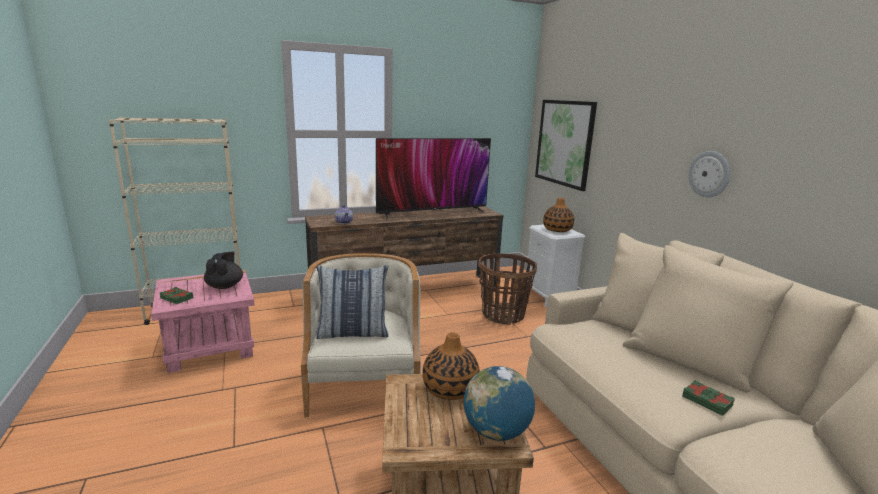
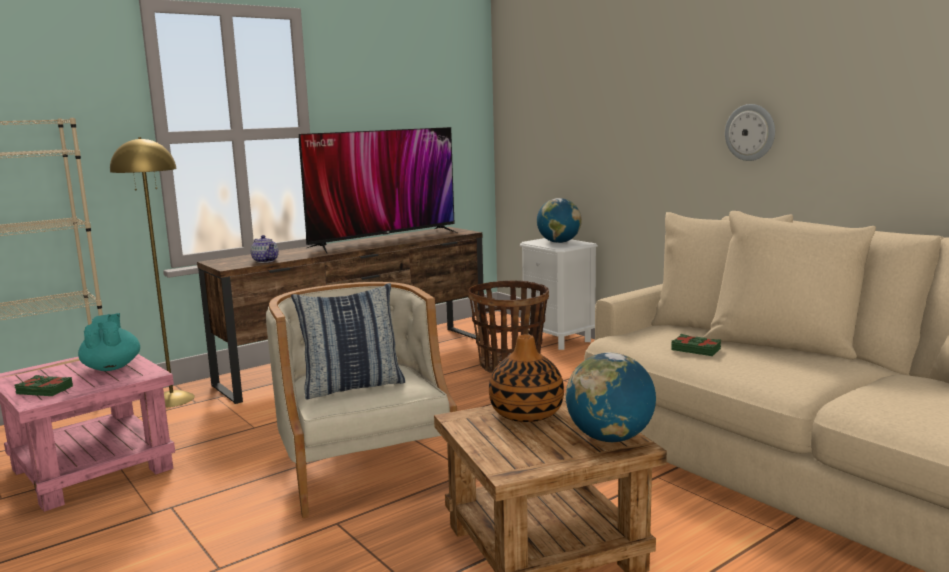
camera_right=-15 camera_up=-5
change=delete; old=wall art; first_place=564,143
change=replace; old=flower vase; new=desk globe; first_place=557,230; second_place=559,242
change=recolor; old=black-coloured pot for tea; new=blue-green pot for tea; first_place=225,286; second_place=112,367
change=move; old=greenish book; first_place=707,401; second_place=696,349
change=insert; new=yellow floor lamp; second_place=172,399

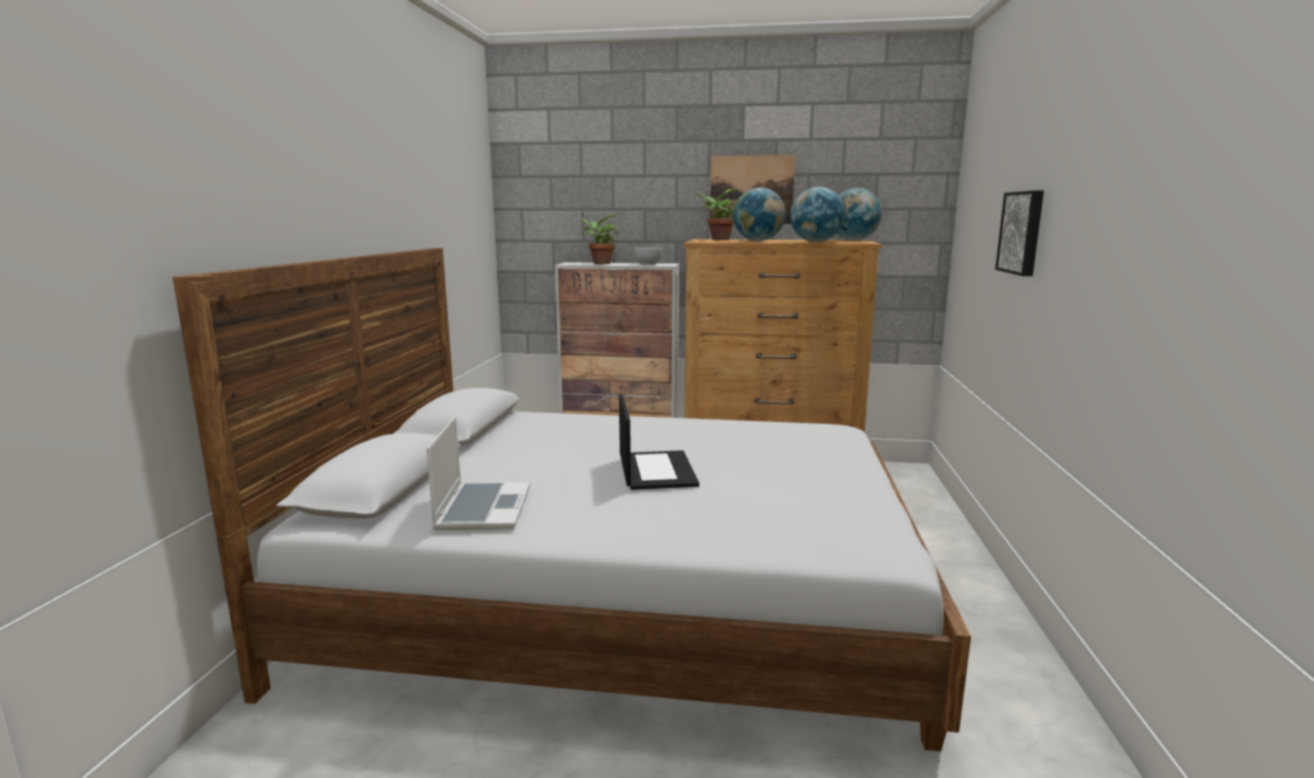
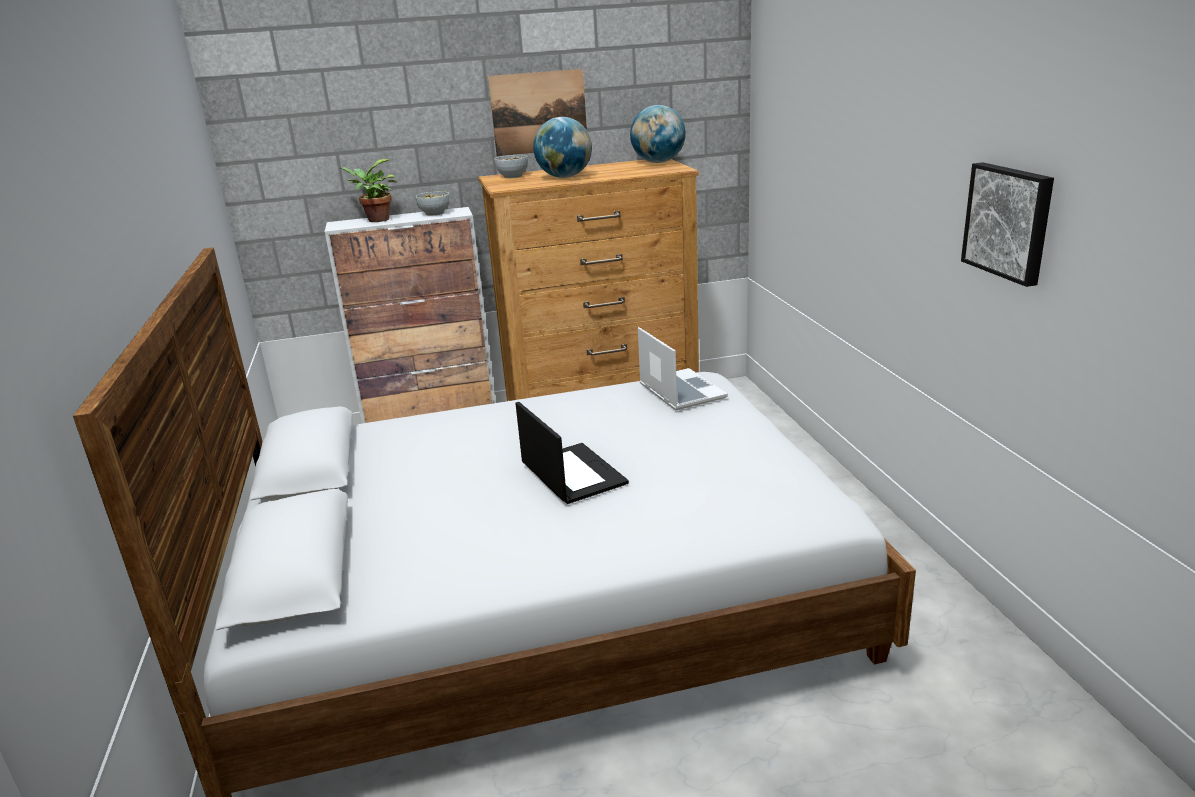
camera_right=-20 camera_up=10
change=delete; old=desk globe; first_place=815,242
change=replace; old=potted plant; new=deep dish; first_place=718,239; second_place=513,176
change=move; old=wall art; first_place=1023,232; second_place=1009,221
change=move; old=laptop; first_place=482,508; second_place=680,391

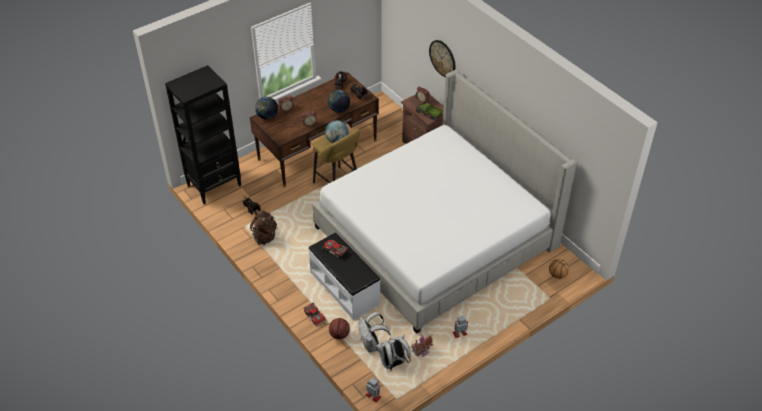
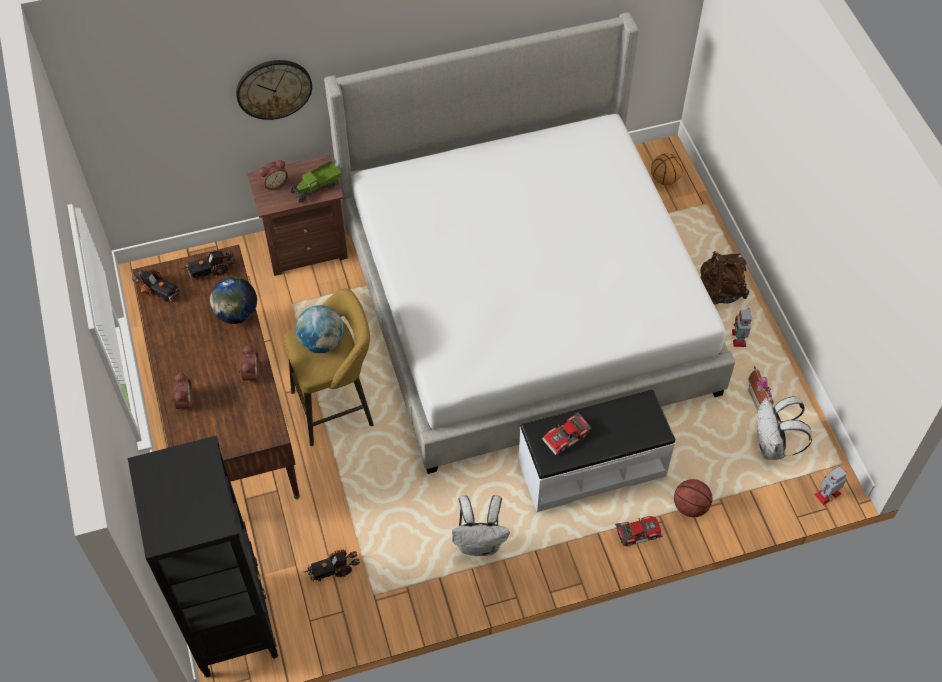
camera_right=-70 camera_up=10
change=delete; old=desk globe; first_place=267,116
change=move; old=brown-coloured knapsack; first_place=265,237; second_place=721,290
change=move; old=white knapsack; first_place=372,345; second_place=480,543

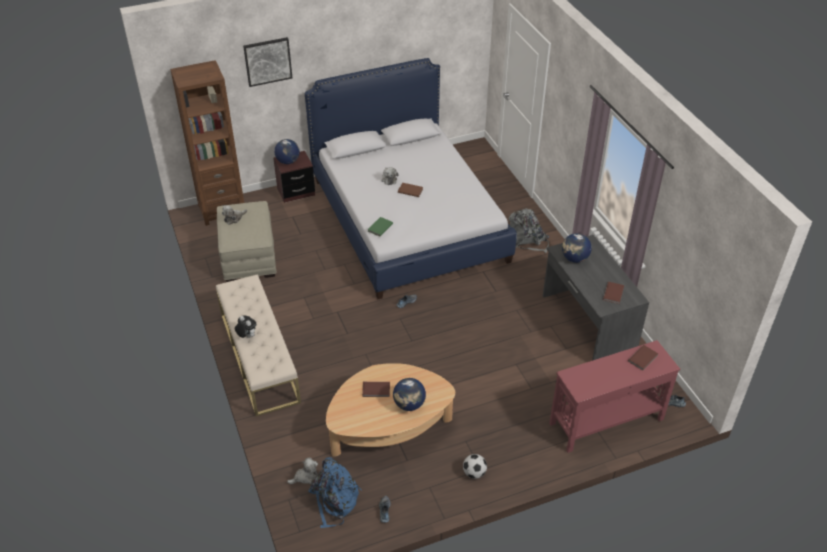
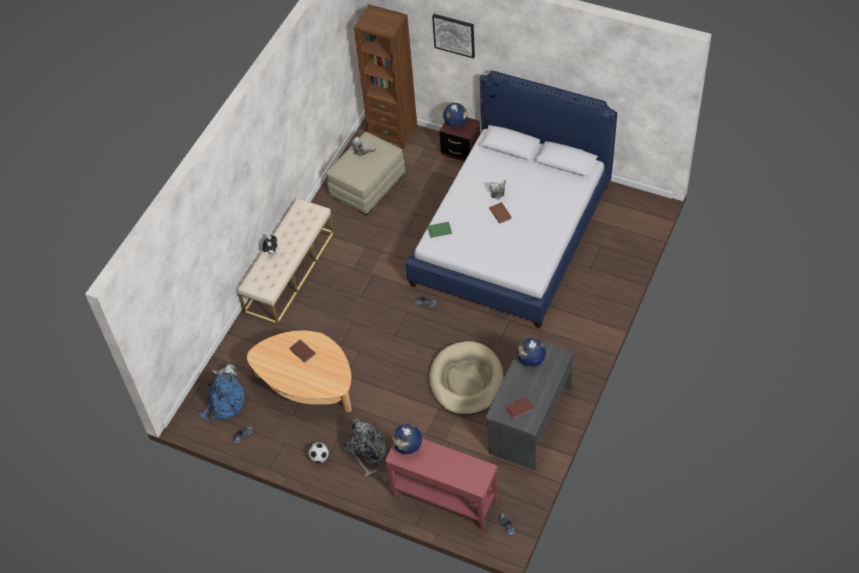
camera_right=50 camera_up=10
change=move; old=gray knapsack; first_place=526,241; second_place=367,451
change=delete; old=brown-coloured book; first_place=643,358
change=move; old=desk globe; first_place=409,405; second_place=408,446
change=insert; new=sand-coloured dog cushion; second_place=466,381

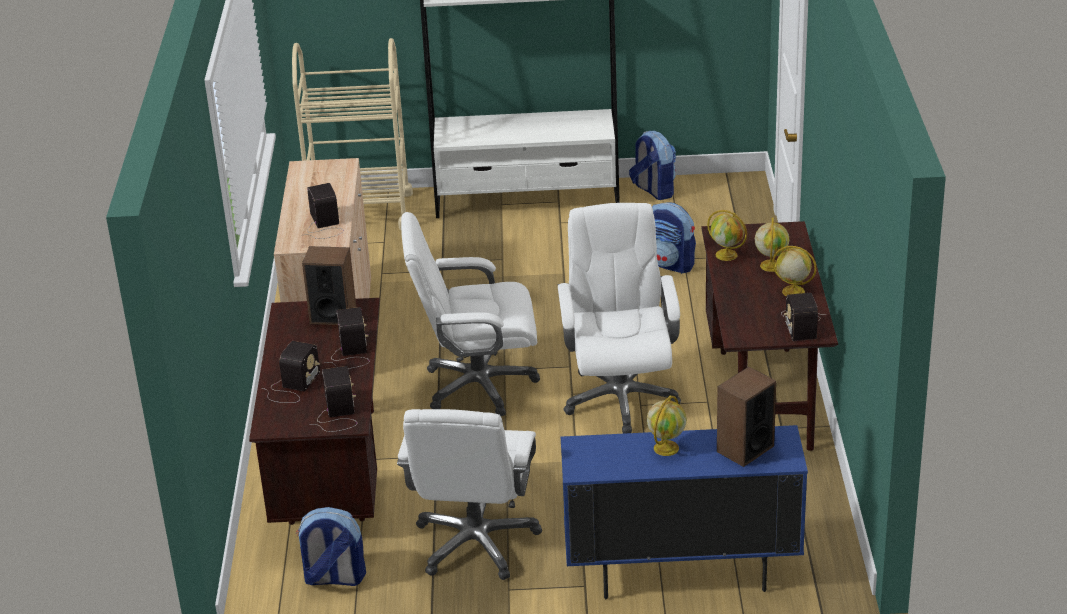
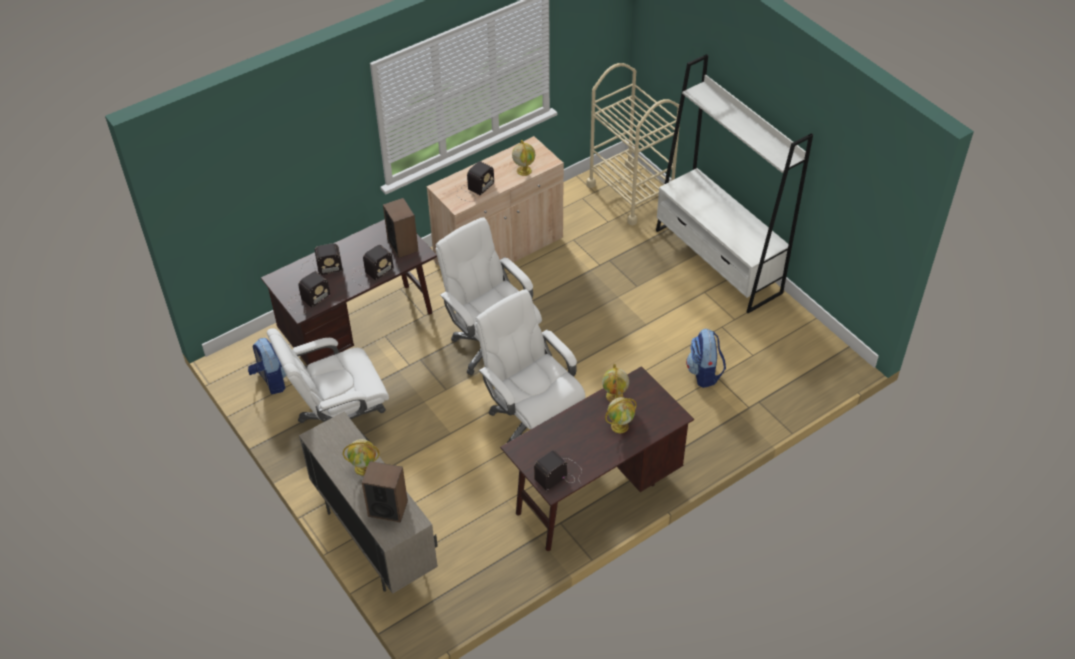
camera_right=55 camera_up=15
change=delete; old=knapsack; first_place=653,190
change=rotate; old=white office chair; first_place=620,397; second_place=531,421; degrees=-90
change=move; old=desk globe; first_place=792,291; second_place=523,170
change=recolor; old=blue-coloured storage cabinet; new=sand-coloured storage cabinet; first_place=681,574; second_place=375,540

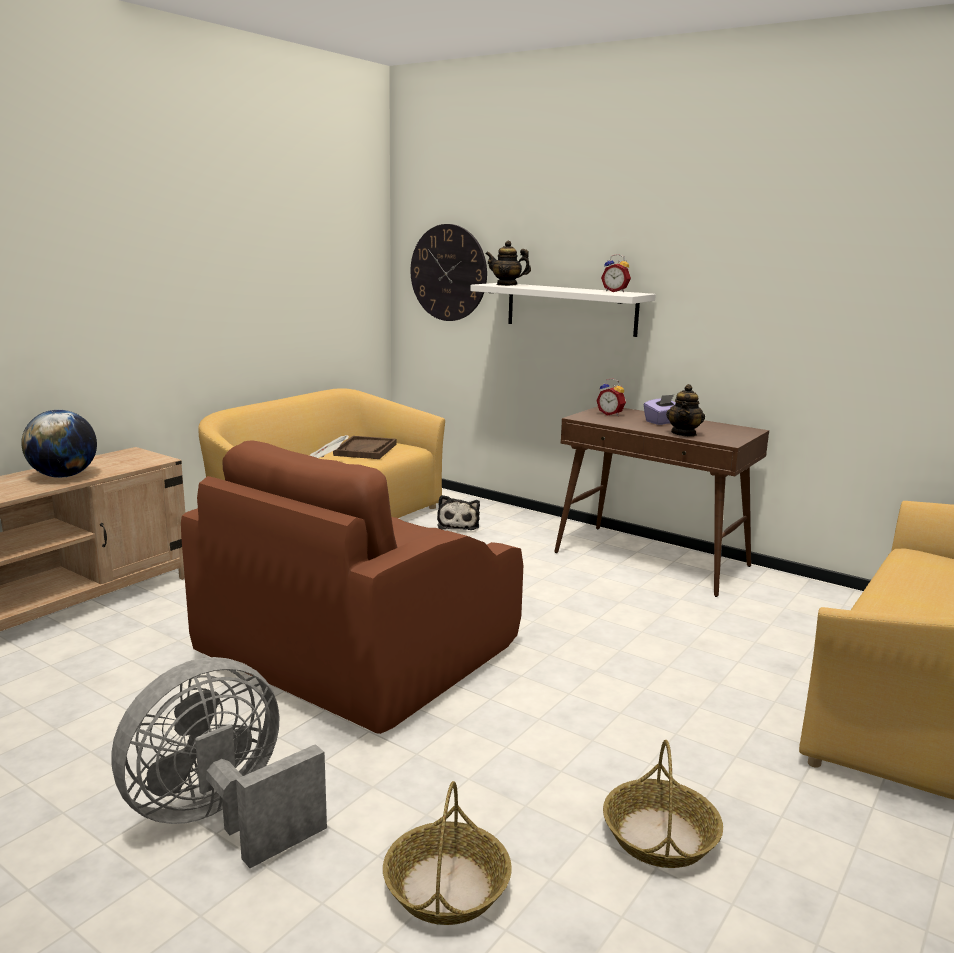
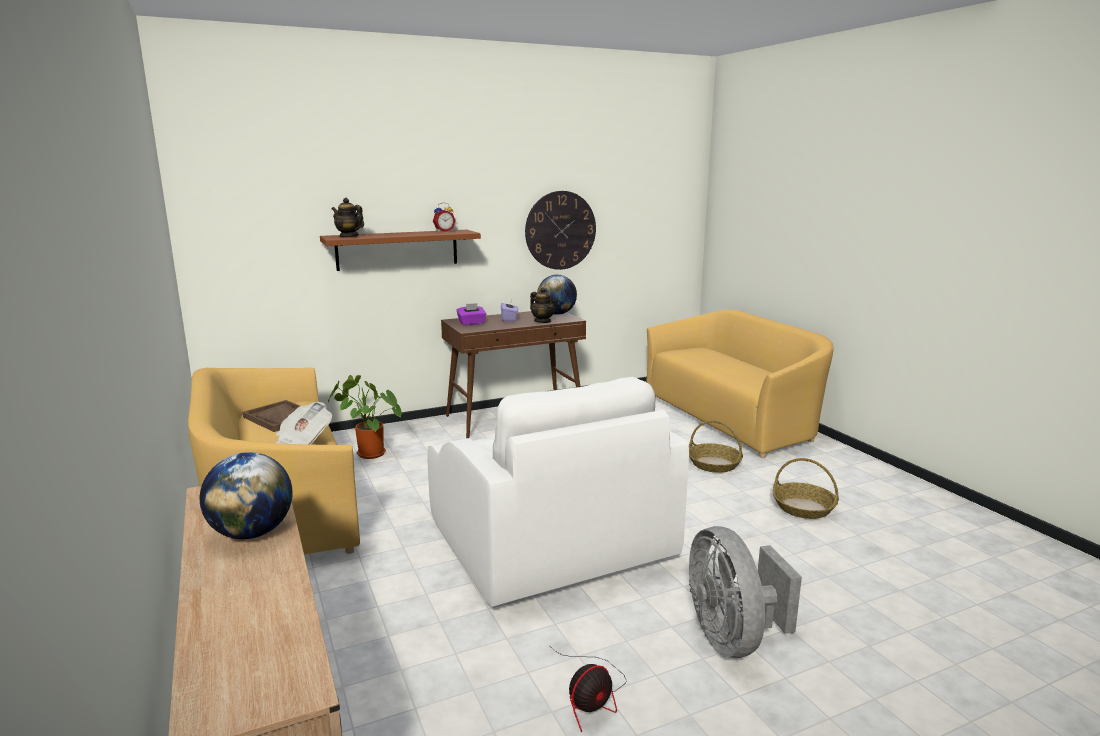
camera_right=-60 camera_up=0
change=move; old=wall clock; first_place=448,273; second_place=560,230
change=rotate; old=pot for tea; first_place=507,285; second_place=349,236; degrees=75
change=recolor; old=white wall shelf; new=brown-coloured wall shelf; first_place=571,309; second_place=397,249
change=replace; old=alarm clock; new=purple tissue holder; first_place=611,414; second_place=471,323
change=recolor; old=brown-coloured armchair; new=white armchair; first_place=363,652; second_place=547,540
change=replace; old=soft toy; new=potted plant; first_place=458,524; second_place=367,454
change=move; old=storage basket; first_place=447,887; second_place=714,464
change=insert; new=desk globe; second_place=556,314
change=insert; new=electric fan; second_place=591,697

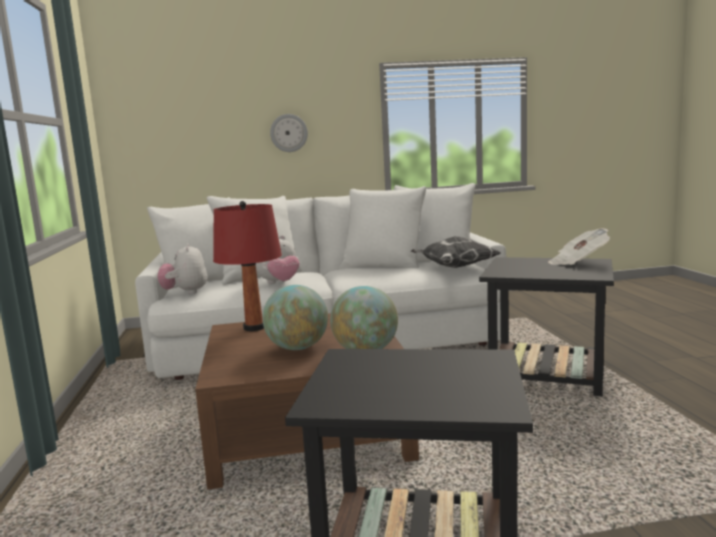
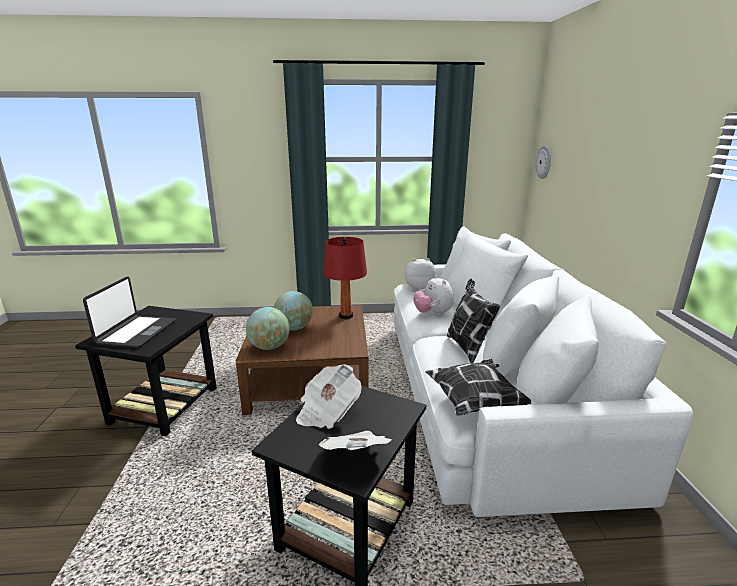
camera_right=95 camera_up=10
change=move; old=wall clock; first_place=289,133; second_place=544,162
change=insert; new=laptop; second_place=136,332
change=insert; new=throw pillow; second_place=467,347
change=insert; new=daily paper; second_place=327,411

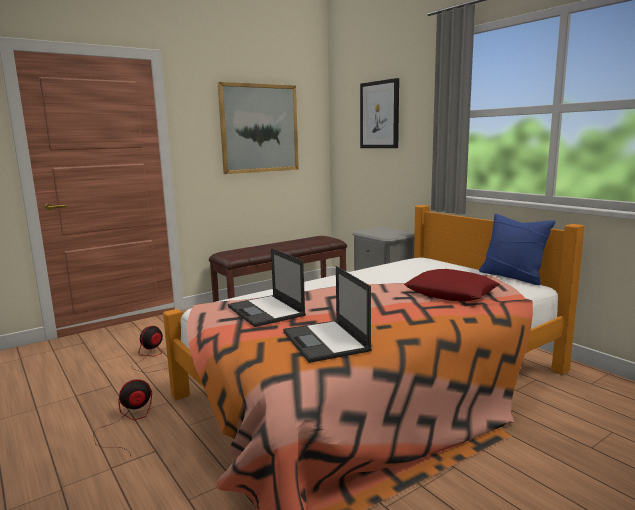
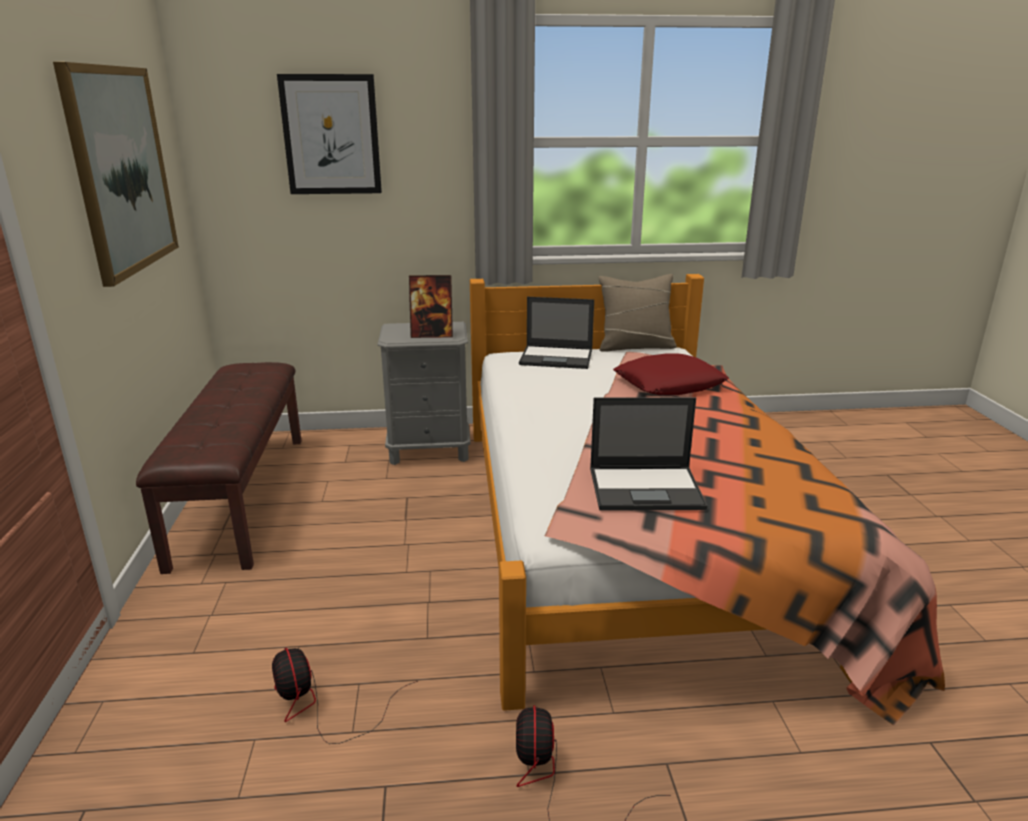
camera_right=-60 camera_up=10
change=recolor; old=blue-coloured throw pillow; new=sand-coloured throw pillow; first_place=512,276; second_place=635,346
change=move; old=laptop; first_place=326,341; second_place=557,357
change=insert; new=standing frame; second_place=432,335

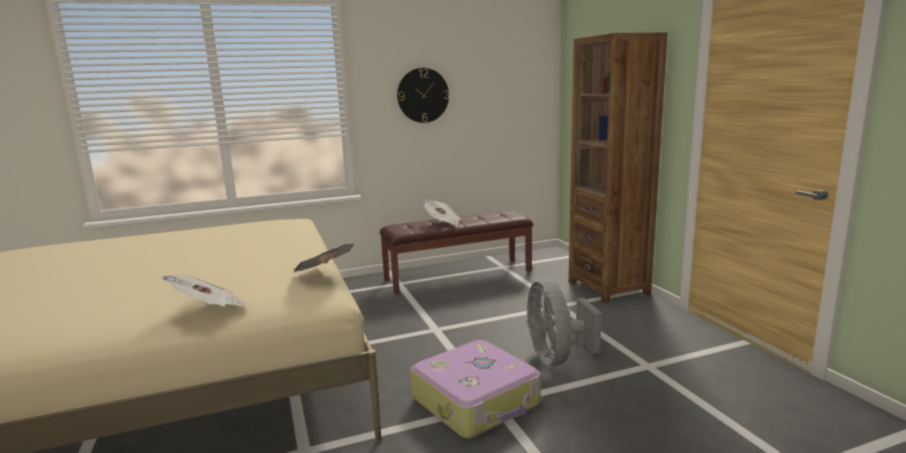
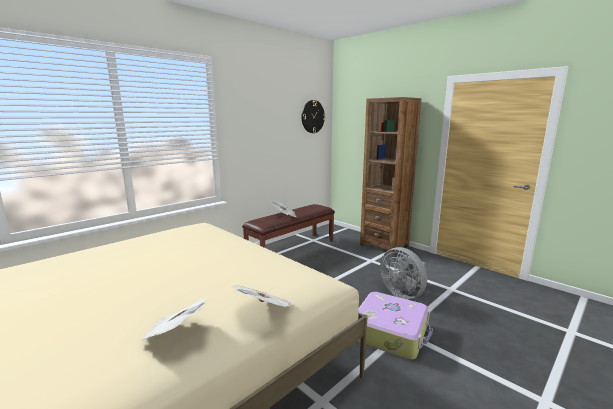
camera_right=-25 camera_up=0
change=move; old=wall clock; first_place=423,95; second_place=312,116
change=move; old=daily paper; first_place=324,274; second_place=176,334

